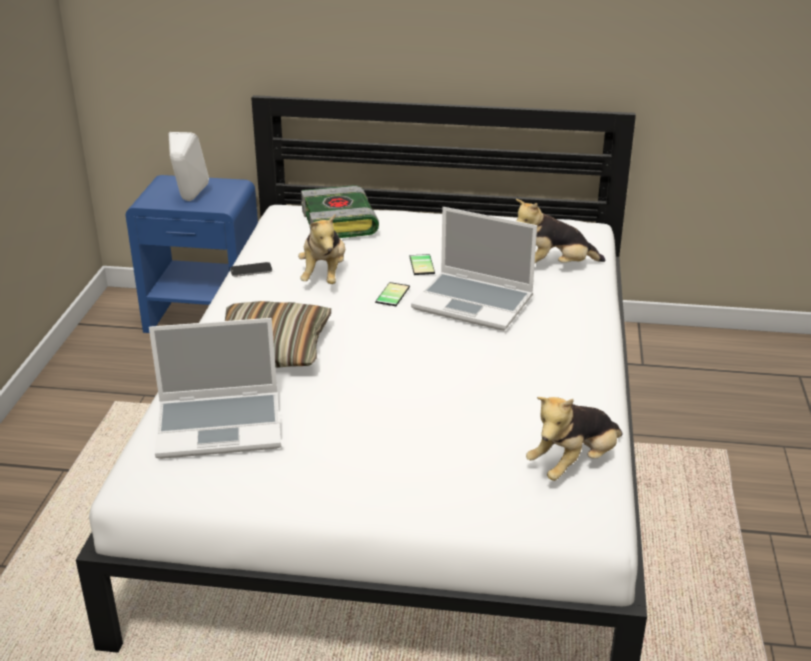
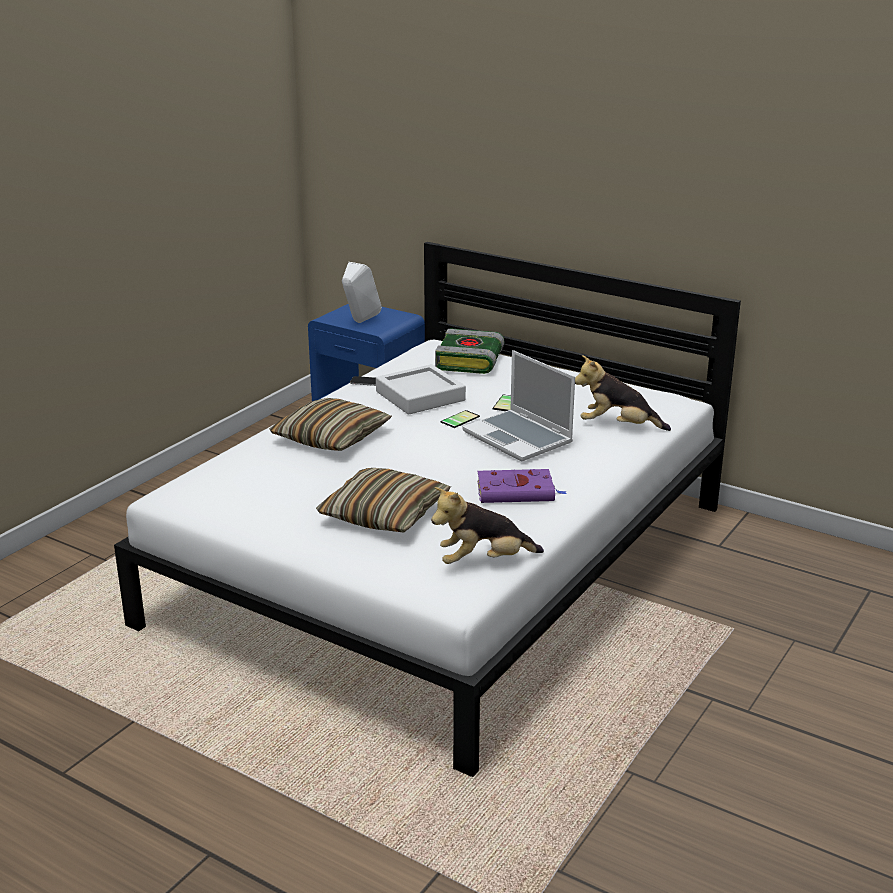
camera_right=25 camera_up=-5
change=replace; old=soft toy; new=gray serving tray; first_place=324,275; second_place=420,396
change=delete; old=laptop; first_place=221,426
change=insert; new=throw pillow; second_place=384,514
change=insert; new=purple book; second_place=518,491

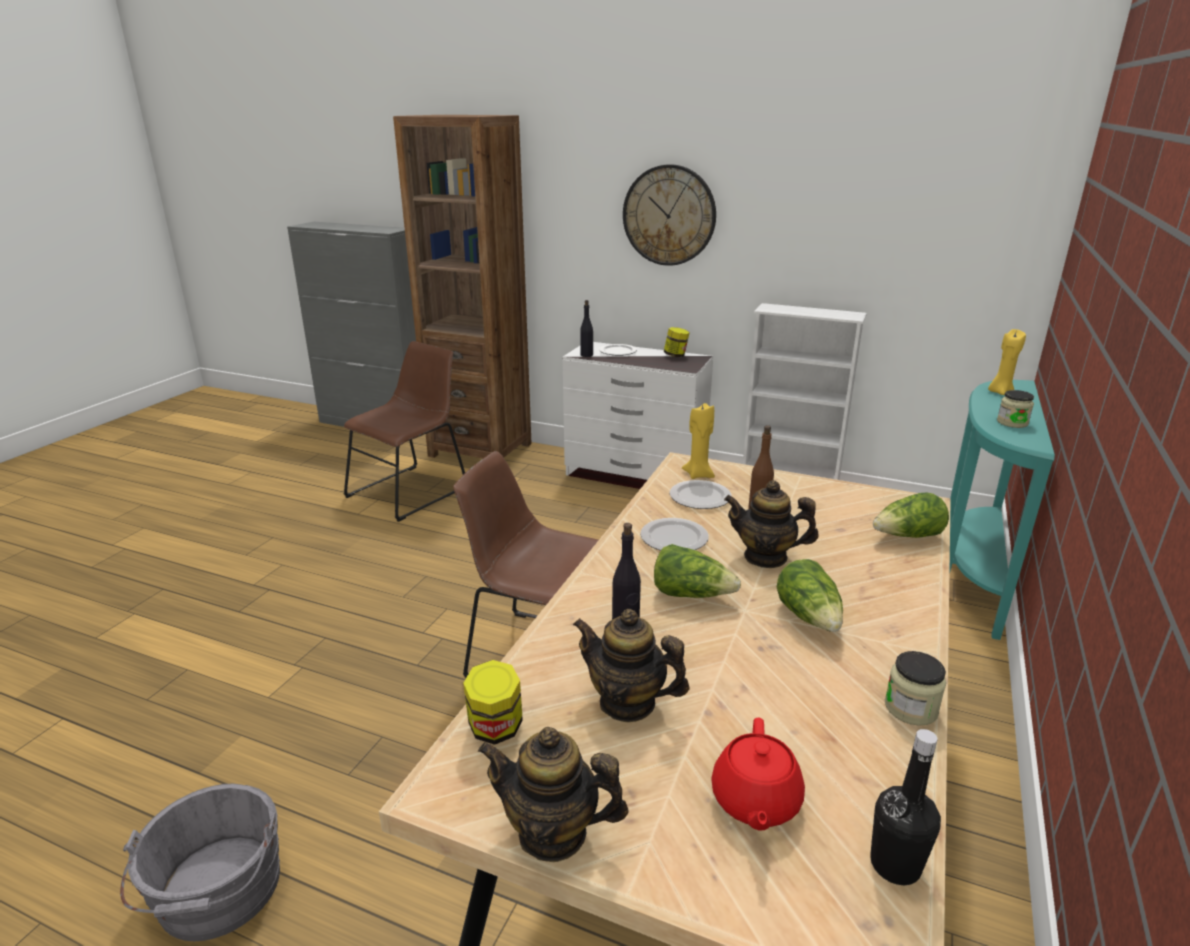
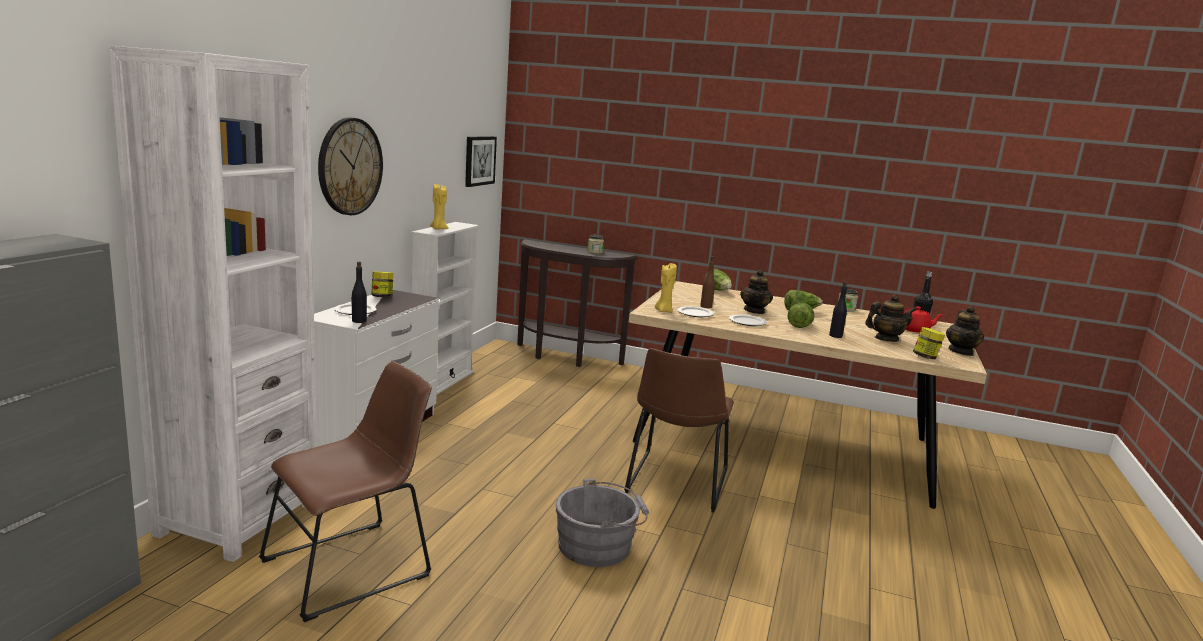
camera_right=-95 camera_up=-10
change=recolor; old=brown-coloured bookcase; new=white bookcase; first_place=480,450; second_place=238,519
change=move; old=yellow wax light; first_place=1000,392; second_place=438,229
change=rotate; old=brown-coloured chair; first_place=411,490; second_place=353,566; degrees=105
change=recolor; old=blue-green console table; new=brown-coloured console table; first_place=967,579; second_place=564,358
change=rotate; old=pot for tea; first_place=627,702; second_place=886,339; degrees=-120
change=move; old=gray water bucket; first_place=218,894; second_place=599,545
change=insert; new=wall art; second_place=479,160

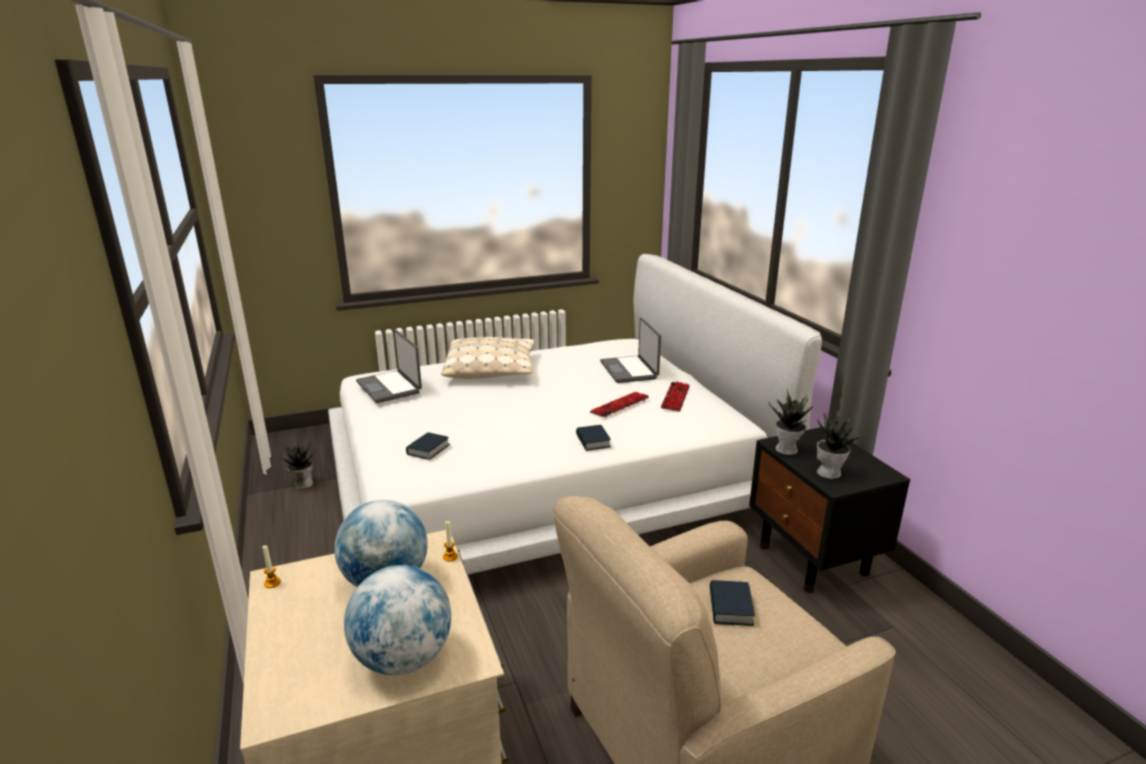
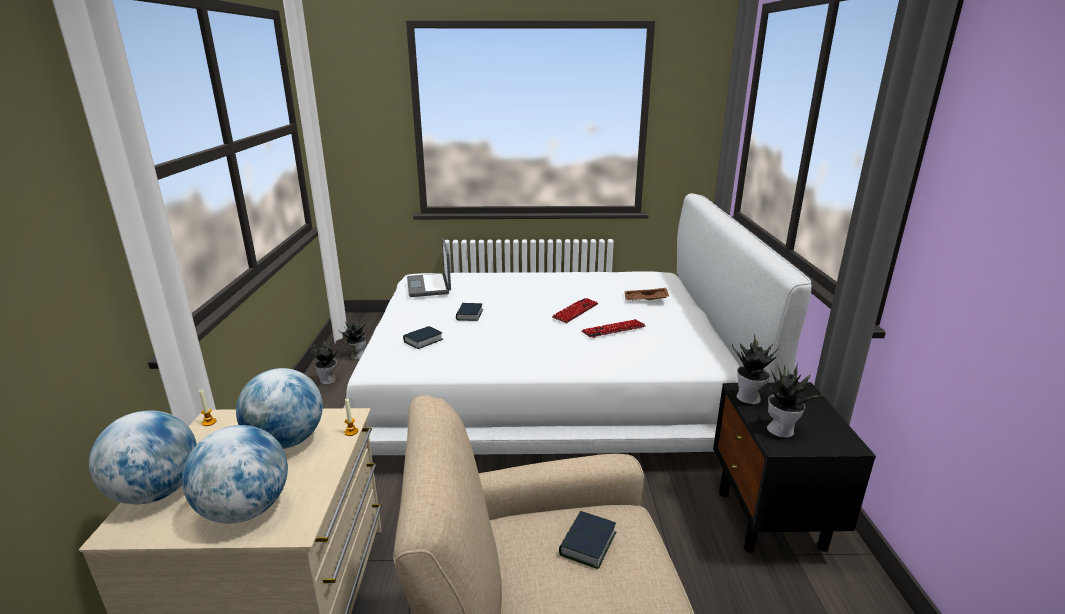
camera_right=20 camera_up=0
change=replace; old=laptop; new=brown-coloured serving tray; first_place=630,370; second_place=645,300
change=delete; old=sand-coloured throw pillow; first_place=491,370
change=move; old=computer keyboard; first_place=675,397; second_place=575,311
change=move; old=book; first_place=593,441; second_place=469,315
change=insert; new=potted plant; second_place=328,380
change=insert; new=desk globe; second_place=157,492

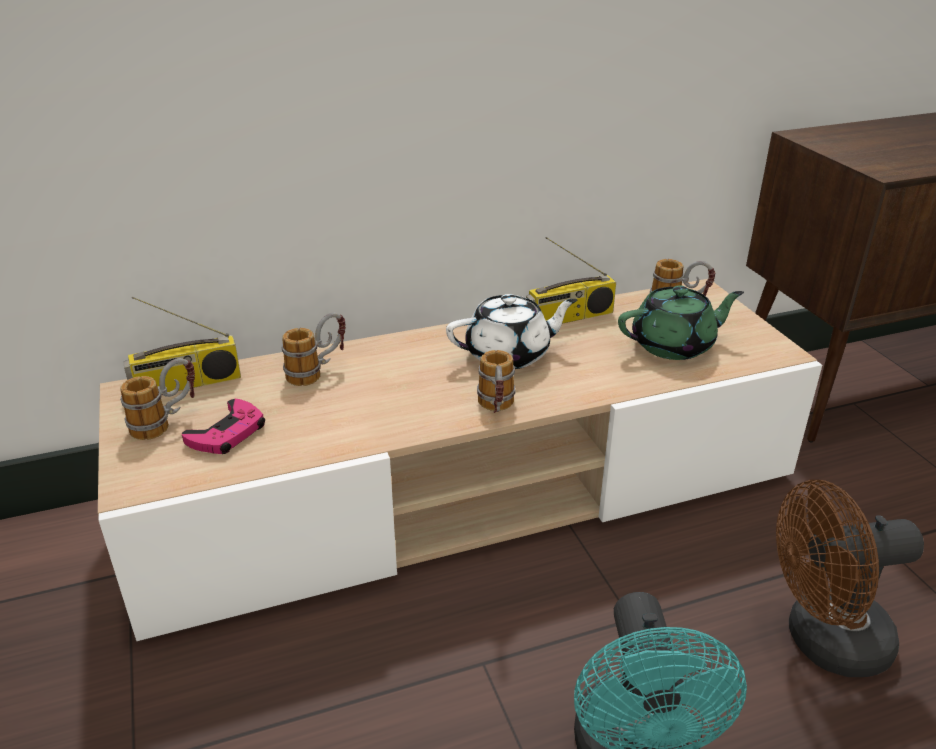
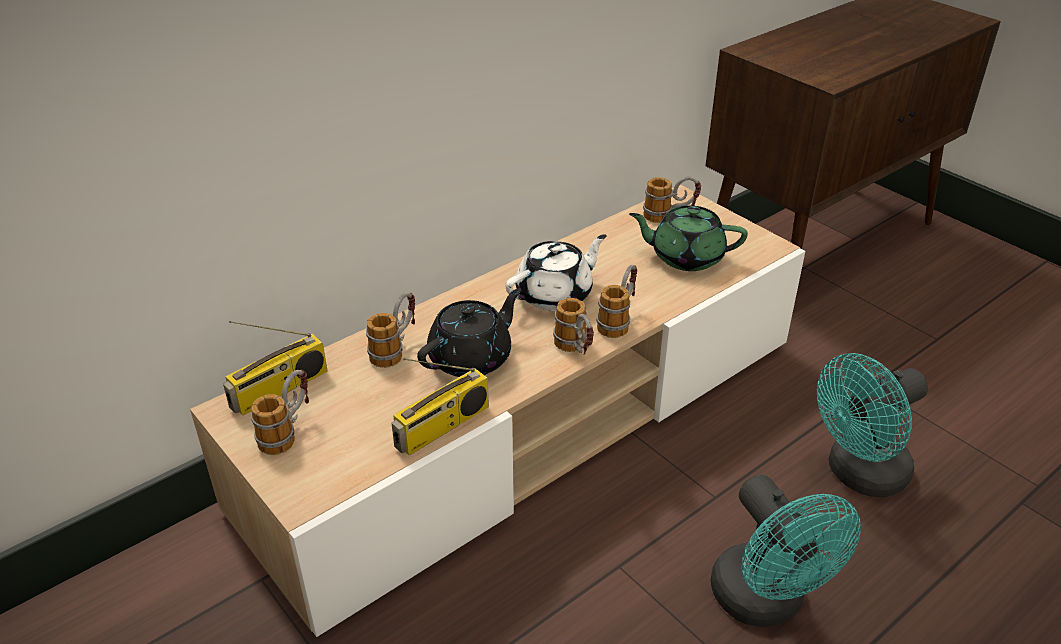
camera_right=-20 camera_up=5
change=move; old=radio receiver; first_place=569,318; second_place=442,428
change=rotate; old=greenish pot for tea; first_place=674,345; second_place=685,257; degrees=-135
change=delete; old=pink joypad; first_place=228,433
change=recolor; old=brown-coloured electric fan; new=blue-green electric fan; first_place=823,641; second_place=858,475
change=insert; new=tea mug; second_place=619,320
change=insert; new=black-coloured pot for tea; second_place=472,358

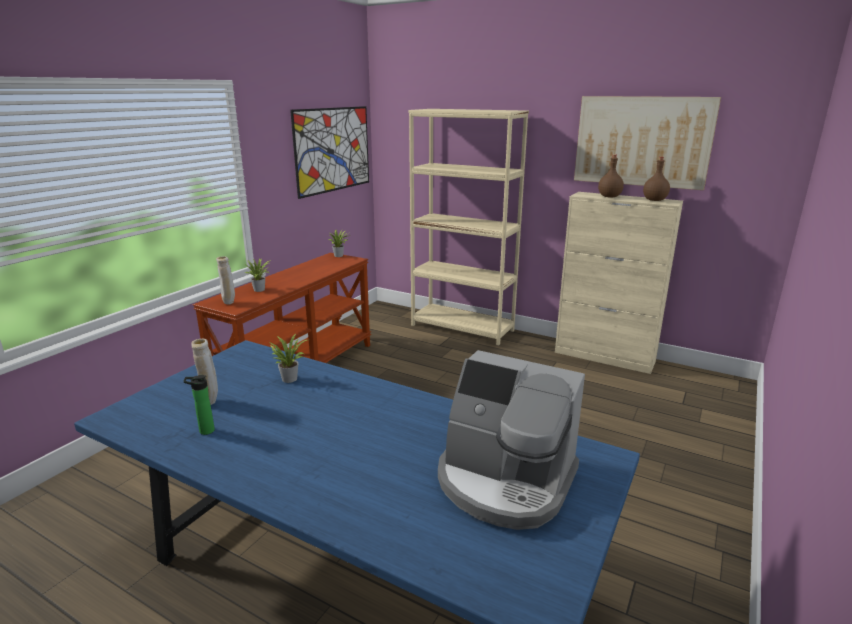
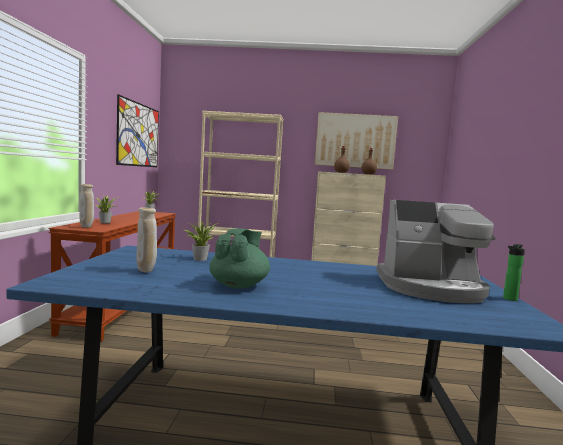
camera_right=-25 camera_up=-15
change=move; old=drink bottle; first_place=204,431; second_place=509,299
change=insert; new=greenish pot for tea; second_place=239,285

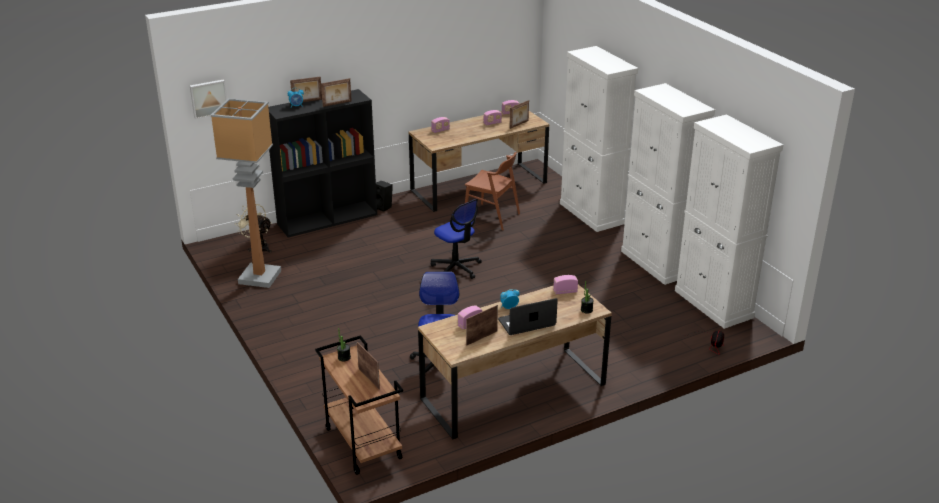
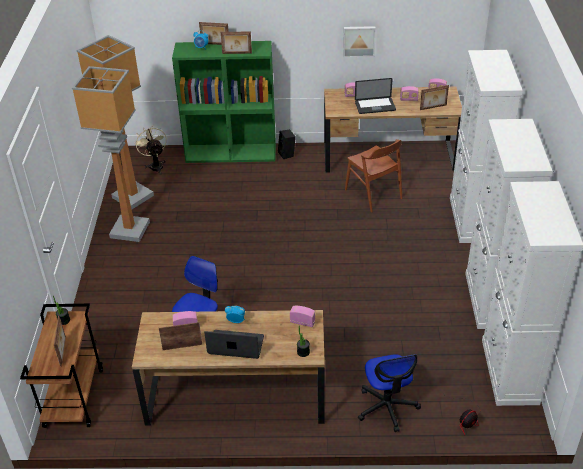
camera_right=30 camera_up=10
change=move; old=wall art; first_place=208,98; second_place=359,41
change=recolor; old=black-coloured bookcase; new=greenish bookcase; first_place=328,219; second_place=232,153
change=move; old=office chair; first_place=456,268; second_place=387,407
change=insert; new=floor lamp; second_place=129,229
change=insert; new=laptop; second_place=375,106

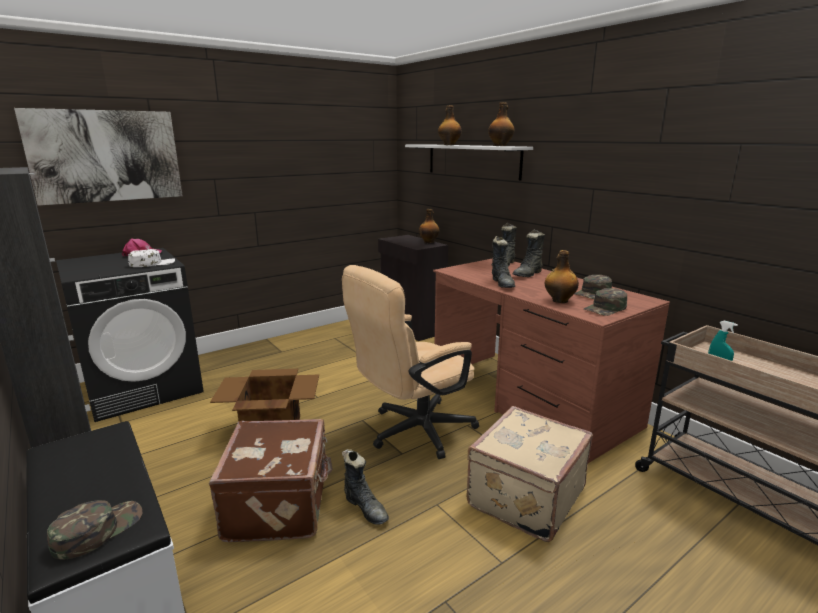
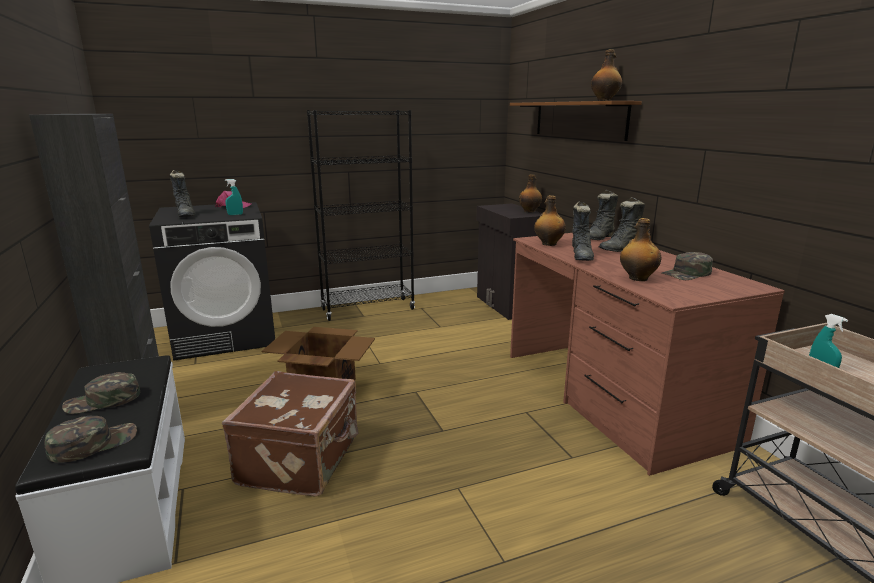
camera_right=15 camera_up=0
change=move; old=drink bottle; first_place=449,145; second_place=548,244
change=delete; old=wall art; first_place=106,156
change=recolor; old=white wall shelf; new=brown-coloured wall shelf; first_place=472,160; second_place=578,119
change=replace; old=white peaked cap; new=blue-green sprayer; first_place=152,263; second_place=235,214
change=delete; old=sand-coloured office chair; first_place=412,432
change=move; old=greenish peaked cap; first_place=605,308; second_place=103,401
change=delete; old=sand-coloured piece of luggage; first_place=524,496
change=move; old=black-coloured tall boot; first_place=365,508; second_place=186,215
change=insert; new=black-coloured bookcase; second_place=368,309

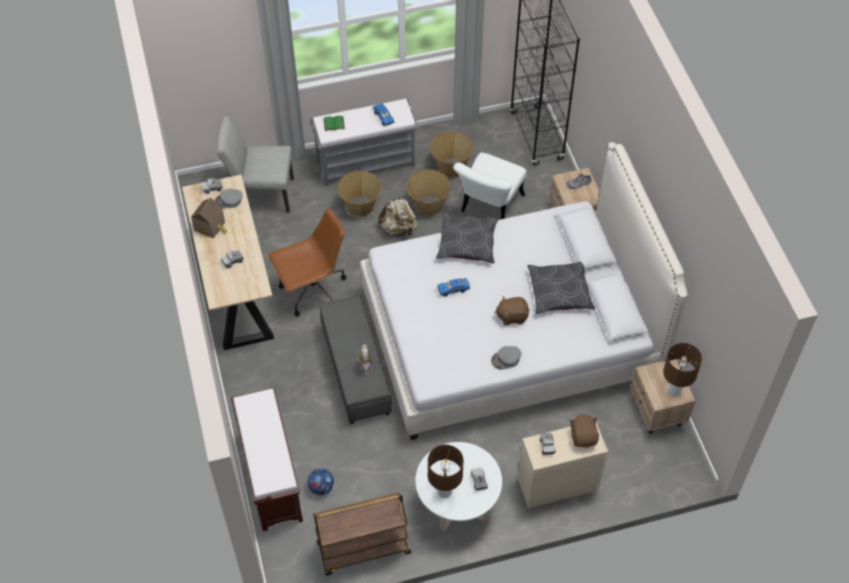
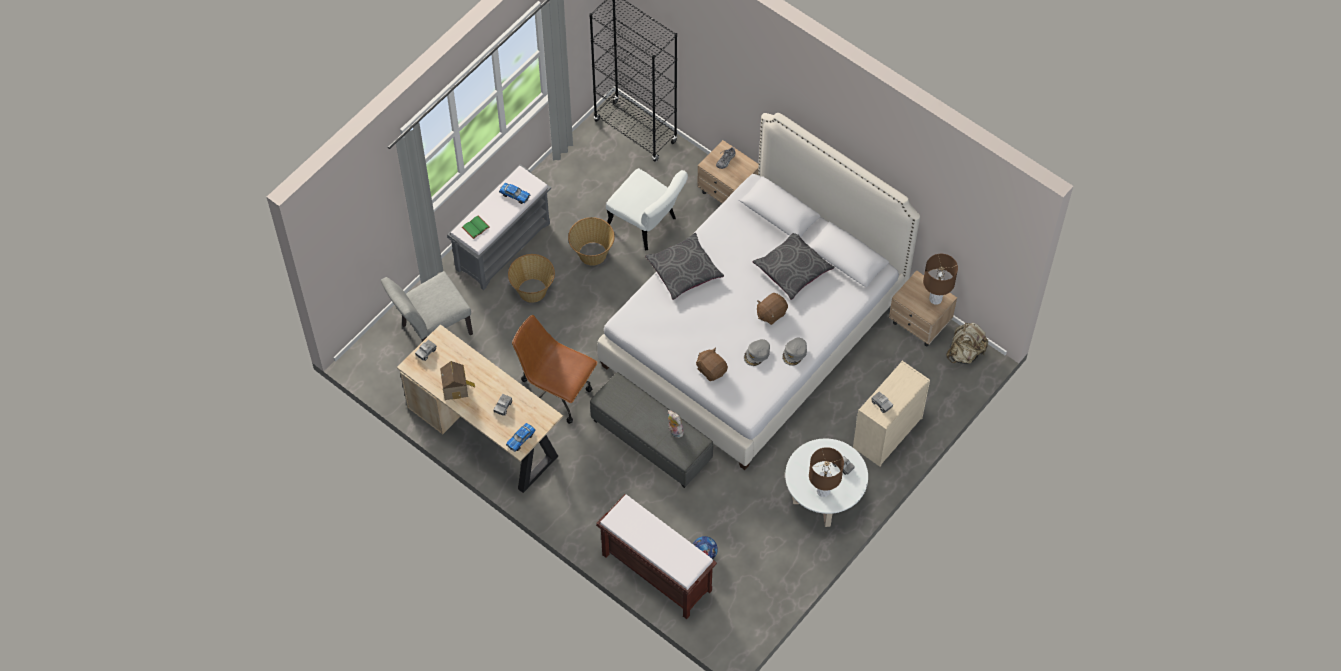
camera_right=-35 camera_up=5
change=delete; old=storage basket; first_place=451,167
change=rotate; old=white chair; first_place=489,208; second_place=647,225; degrees=-45
change=move; old=gray peaked cap; first_place=229,200; second_place=757,354
change=move; old=sand-coloured knapsack; first_place=398,229; second_place=965,353
change=rotate; old=brown-coloured office chair; first_place=312,292; second_place=556,394; degrees=-90
change=move; old=toy car; first_place=453,289; second_place=521,439
change=move; old=brown-coloured soft toy; first_place=583,437; second_place=711,369
change=delete; old=brown-coloured trolley; first_place=363,549

